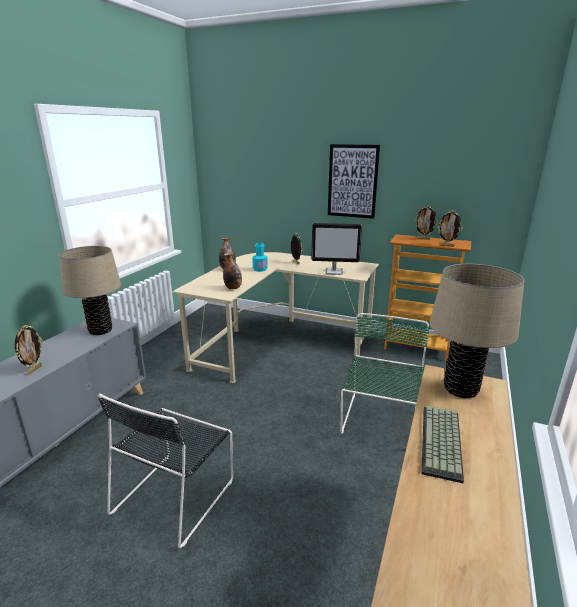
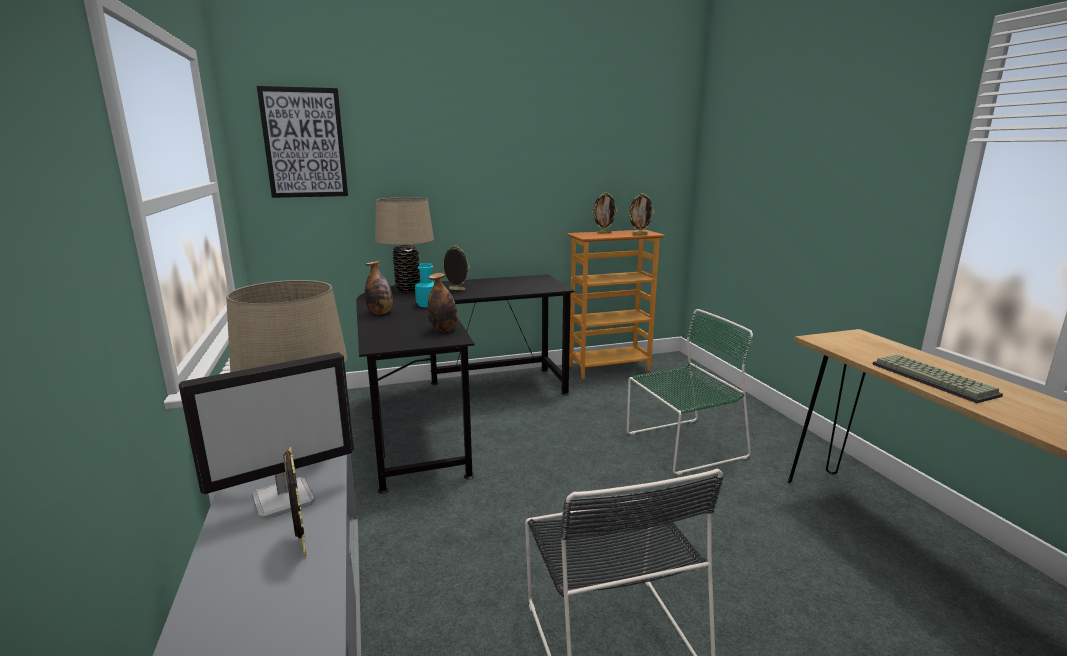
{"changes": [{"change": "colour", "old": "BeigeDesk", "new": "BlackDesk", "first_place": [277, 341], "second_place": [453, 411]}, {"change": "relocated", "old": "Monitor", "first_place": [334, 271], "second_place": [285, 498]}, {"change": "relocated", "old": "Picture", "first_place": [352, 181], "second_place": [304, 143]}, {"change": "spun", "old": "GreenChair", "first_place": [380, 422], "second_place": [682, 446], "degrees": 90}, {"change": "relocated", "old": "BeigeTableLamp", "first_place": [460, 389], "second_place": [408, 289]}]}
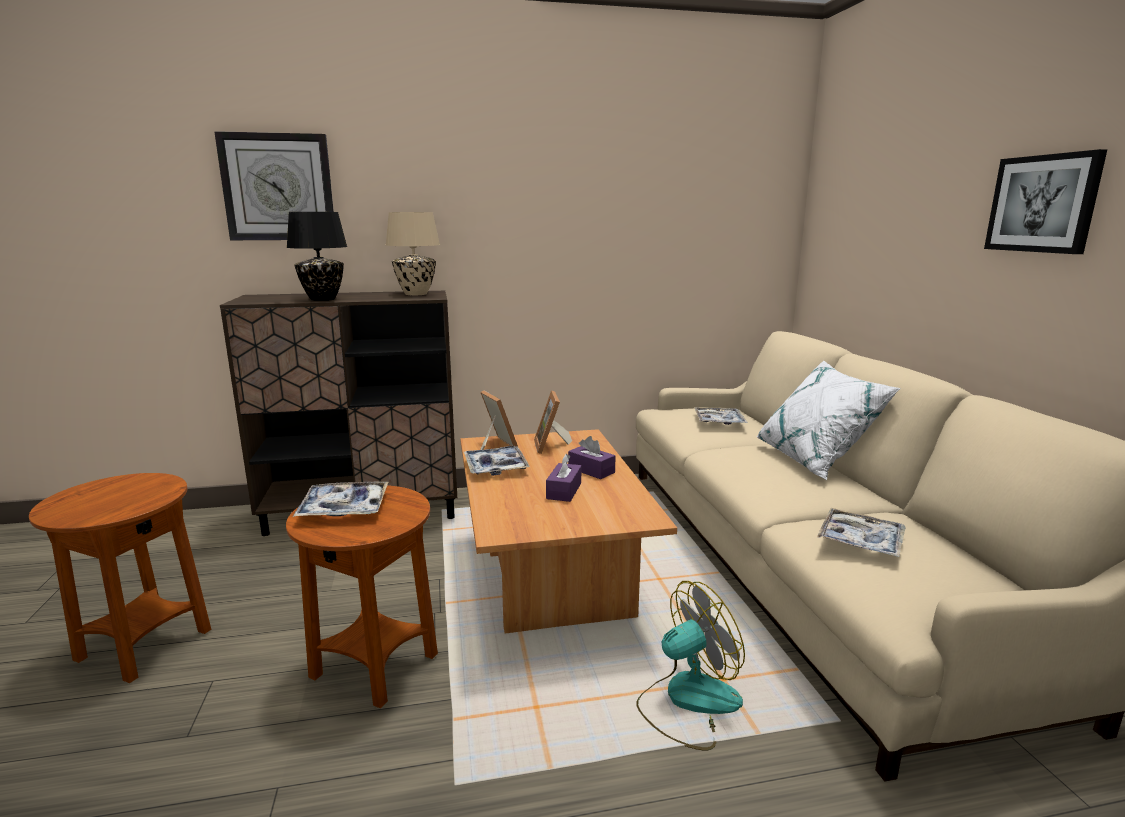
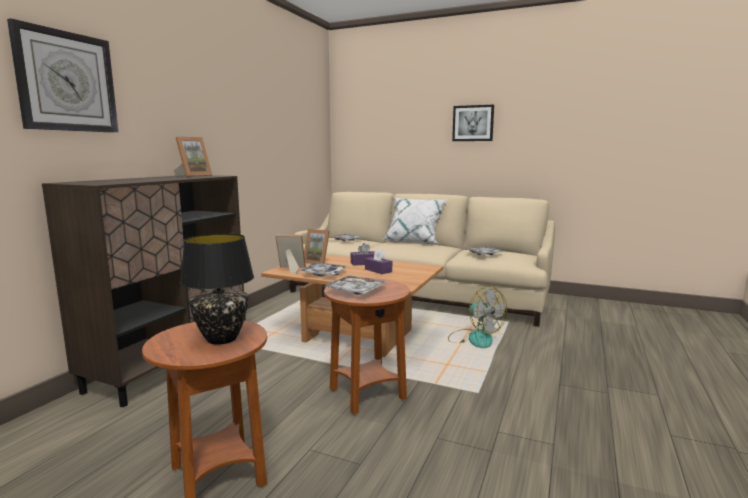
{"changes": [{"change": "relocated", "old": "BlackTableLamp", "first_place": [323, 299], "second_place": [222, 338]}, {"change": "exchanged", "old": "BeigeTableLamp", "new": "PictureFrame", "first_place": [416, 294], "second_place": [193, 175]}, {"change": "spun", "old": "Fan", "first_place": [687, 701], "second_place": [474, 338], "degrees": 135}]}
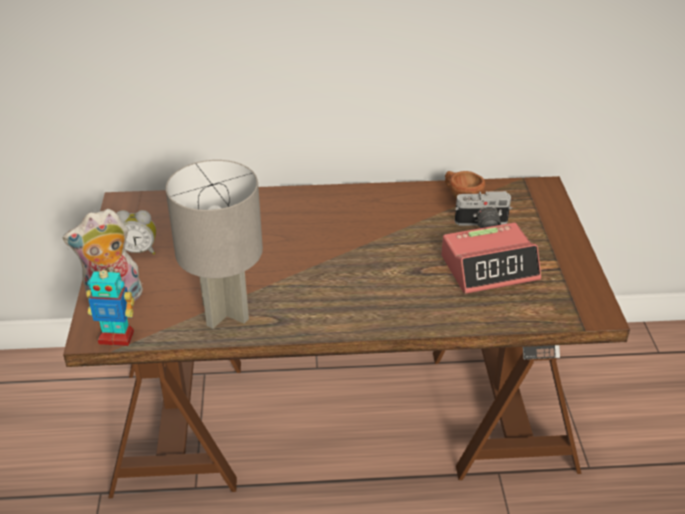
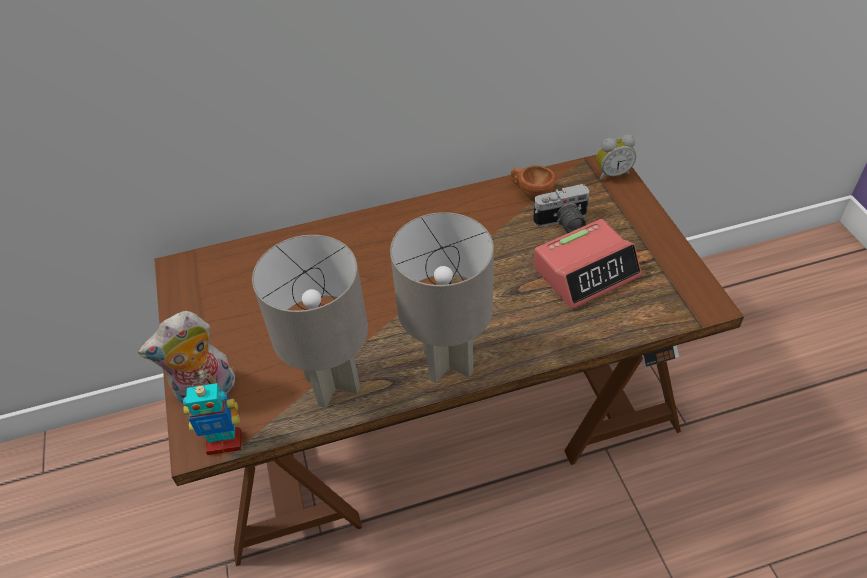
{"changes": [{"change": "relocated", "old": "AlarmClock", "first_place": [139, 250], "second_place": [612, 174]}, {"change": "appeared", "new": "GreyTableLamp", "second_place": [448, 361]}]}
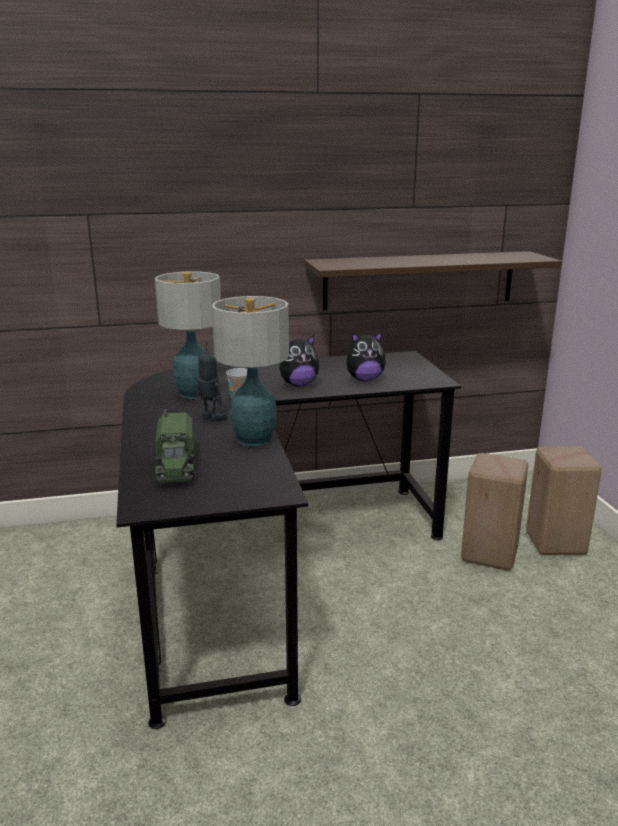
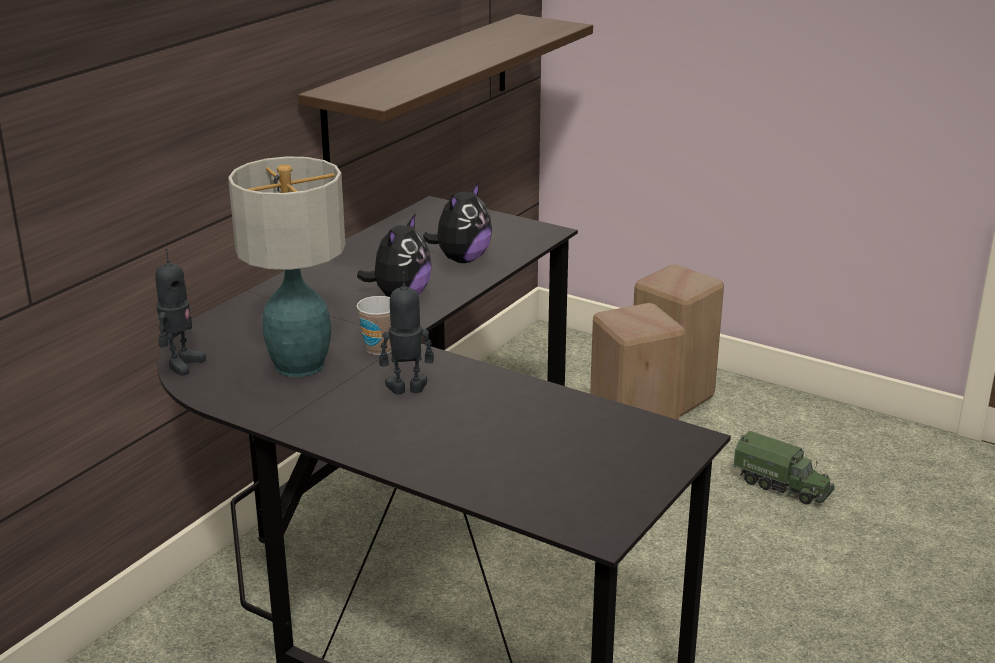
{"changes": [{"change": "relocated", "old": "ToyTruck", "first_place": [176, 467], "second_place": [782, 485]}, {"change": "missing", "old": "TableLamp", "first_place": [253, 439]}, {"change": "appeared", "new": "ToyRobot", "second_place": [182, 364]}]}
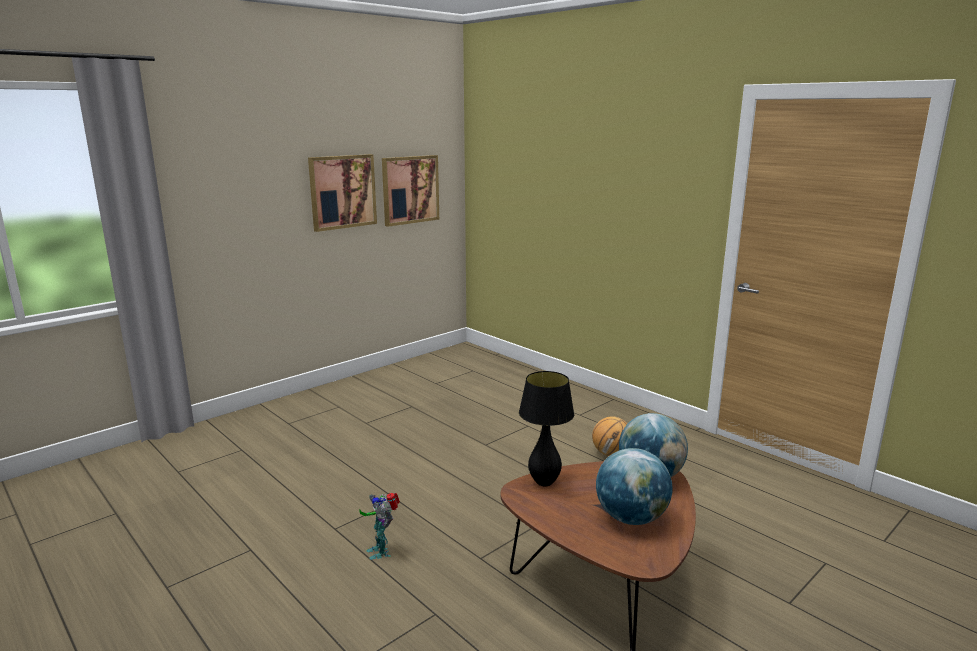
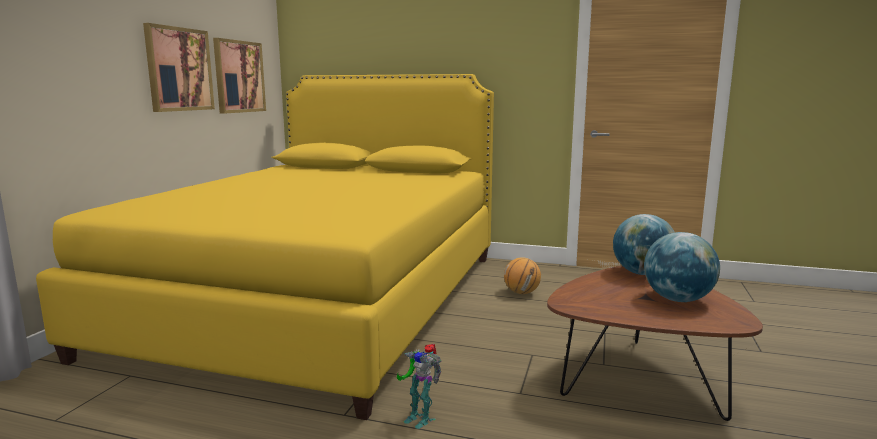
{"changes": [{"change": "missing", "old": "BlackTableLamp", "first_place": [544, 482]}, {"change": "appeared", "new": "YellowBed", "second_place": [322, 300]}]}
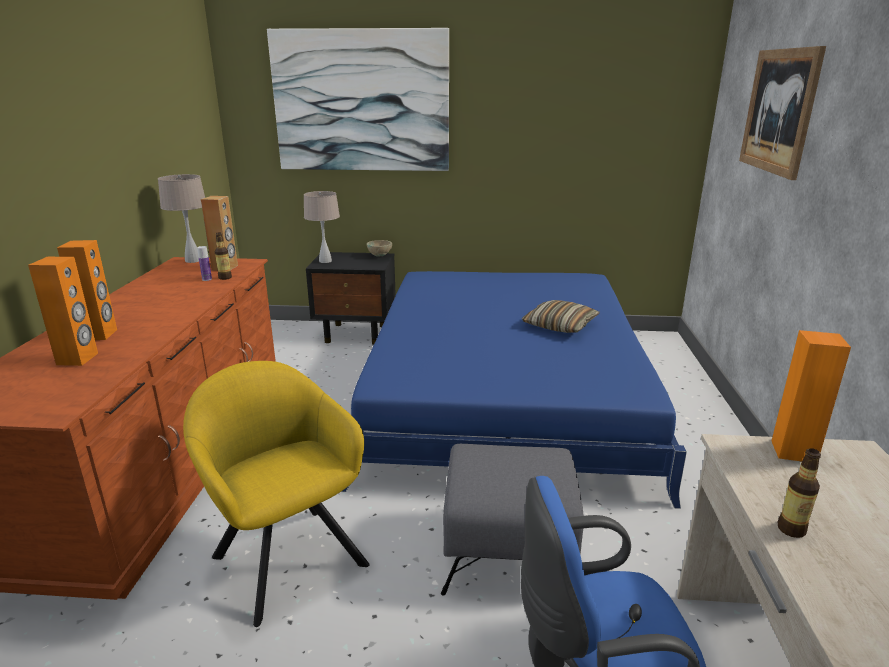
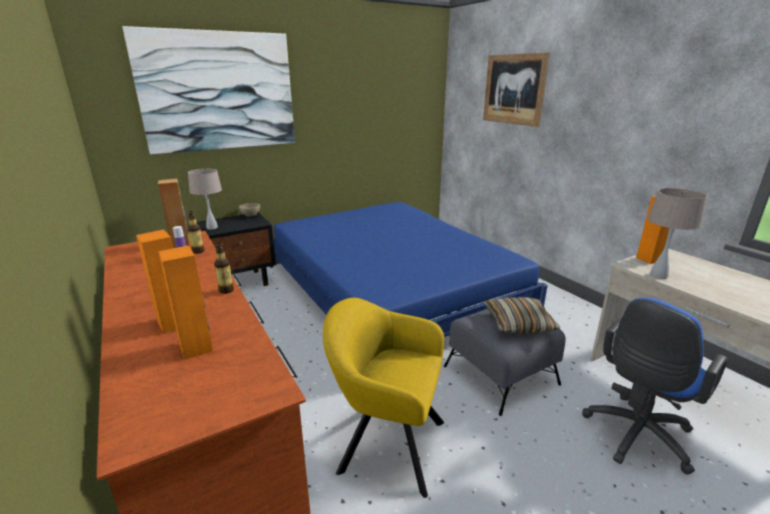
{"changes": [{"change": "relocated", "old": "BeigeTableLamp", "first_place": [193, 260], "second_place": [659, 275]}, {"change": "relocated", "old": "Pillow", "first_place": [560, 325], "second_place": [518, 323]}, {"change": "relocated", "old": "Bottle", "first_place": [791, 529], "second_place": [226, 290]}]}
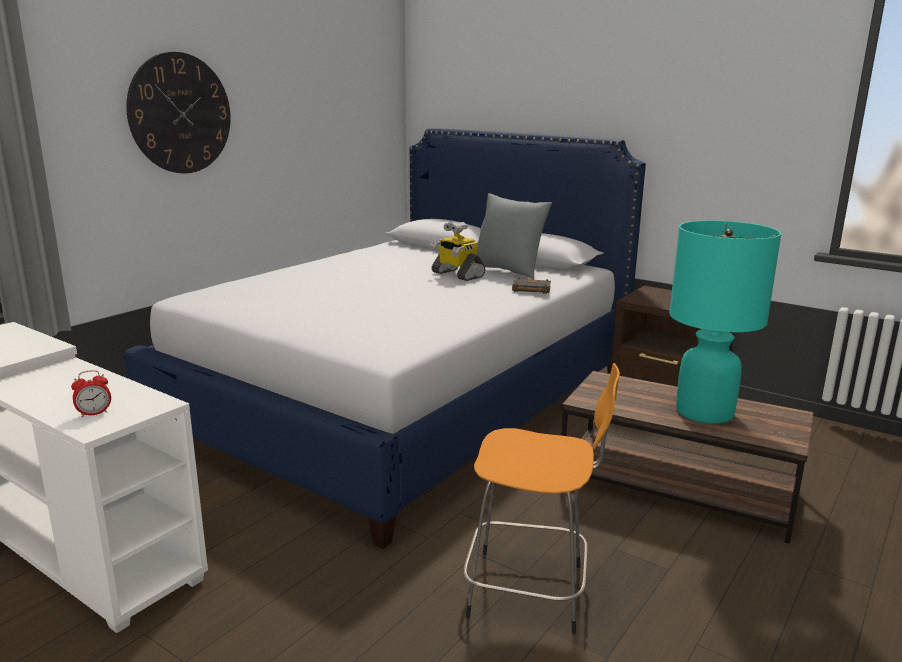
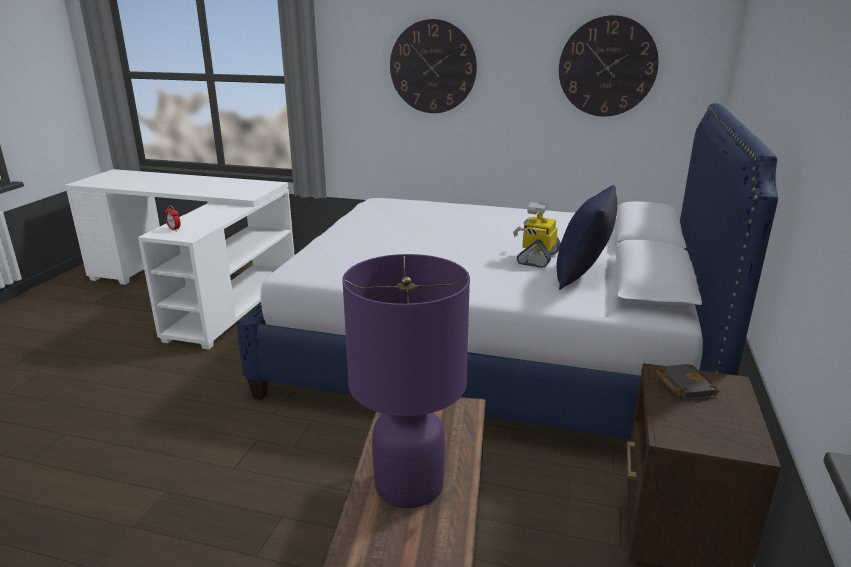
{"changes": [{"change": "missing", "old": "OrangeStool", "first_place": [531, 591]}, {"change": "colour", "old": "GreyPillow", "new": "BluePillow", "first_place": [508, 271], "second_place": [582, 276]}, {"change": "relocated", "old": "BlackBook", "first_place": [530, 290], "second_place": [682, 385]}, {"change": "colour", "old": "TurquoiseTableLamp", "new": "PurpleTableLamp", "first_place": [704, 412], "second_place": [409, 485]}, {"change": "appeared", "new": "WallClock", "second_place": [607, 67]}]}
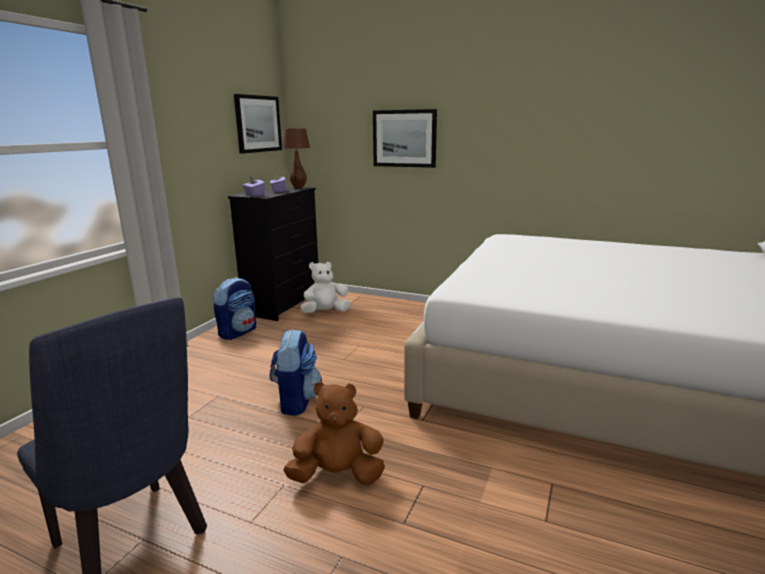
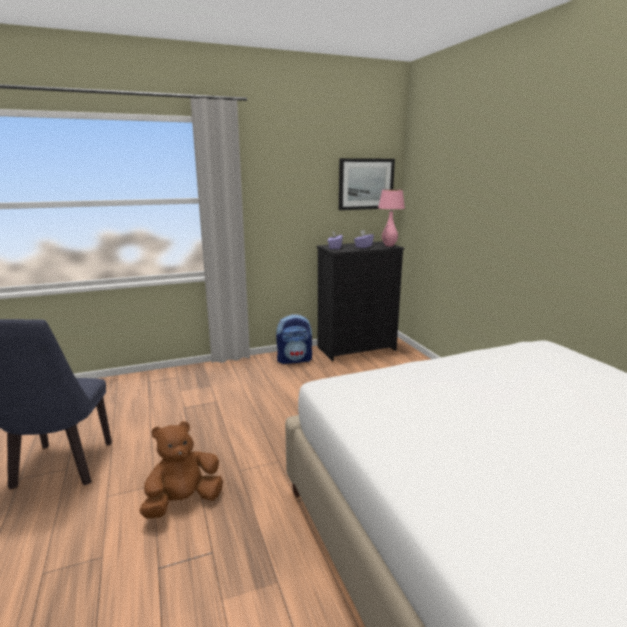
{"changes": [{"change": "missing", "old": "Backpack", "first_place": [296, 401]}, {"change": "colour", "old": "BrownTableLamp", "new": "PinkTableLamp", "first_place": [298, 188], "second_place": [389, 245]}, {"change": "spun", "old": "BrownPlushToy", "first_place": [338, 475], "second_place": [183, 501], "degrees": -75}, {"change": "missing", "old": "WhitePlushToy", "first_place": [325, 312]}, {"change": "missing", "old": "Picture", "first_place": [404, 138]}]}
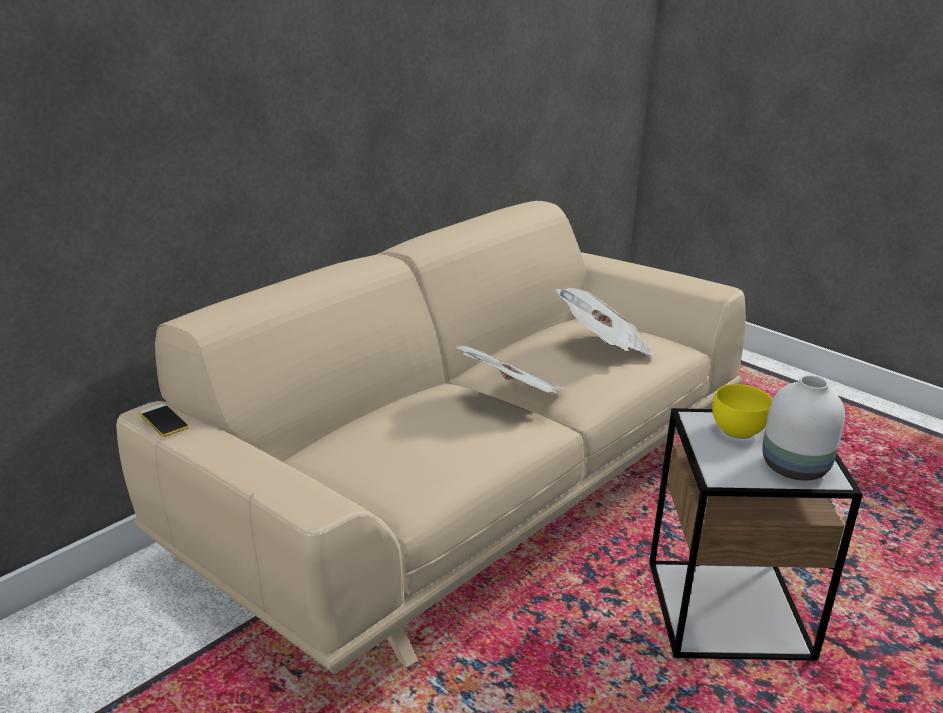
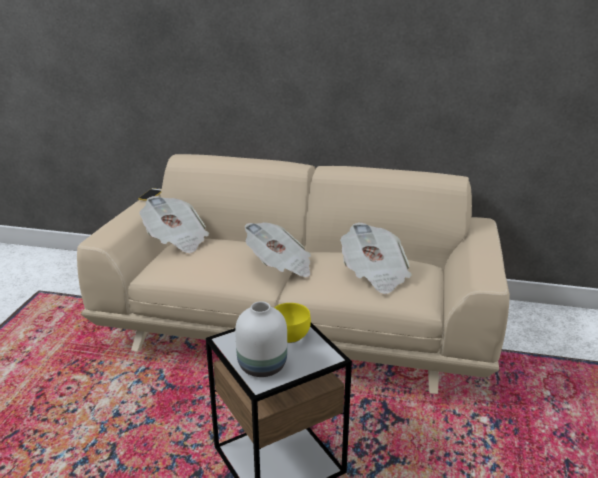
{"changes": [{"change": "appeared", "new": "Newspaper", "second_place": [176, 240]}]}
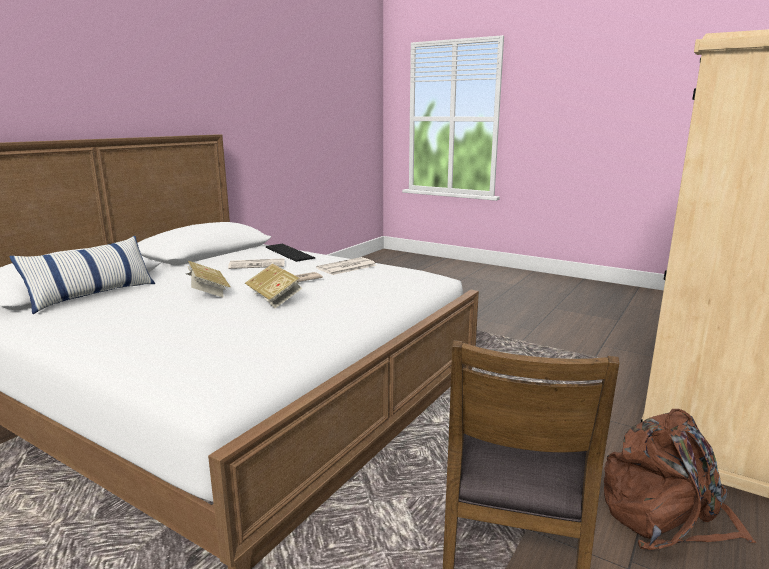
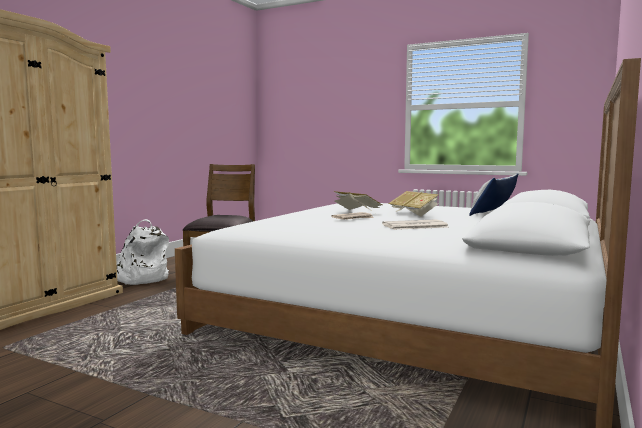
{"changes": [{"change": "missing", "old": "Keyboard", "first_place": [288, 253]}, {"change": "missing", "old": "Newspaper", "first_place": [346, 267]}, {"change": "colour", "old": "BrownBackpack", "new": "WhiteBackpack", "first_place": [665, 516], "second_place": [141, 279]}]}
